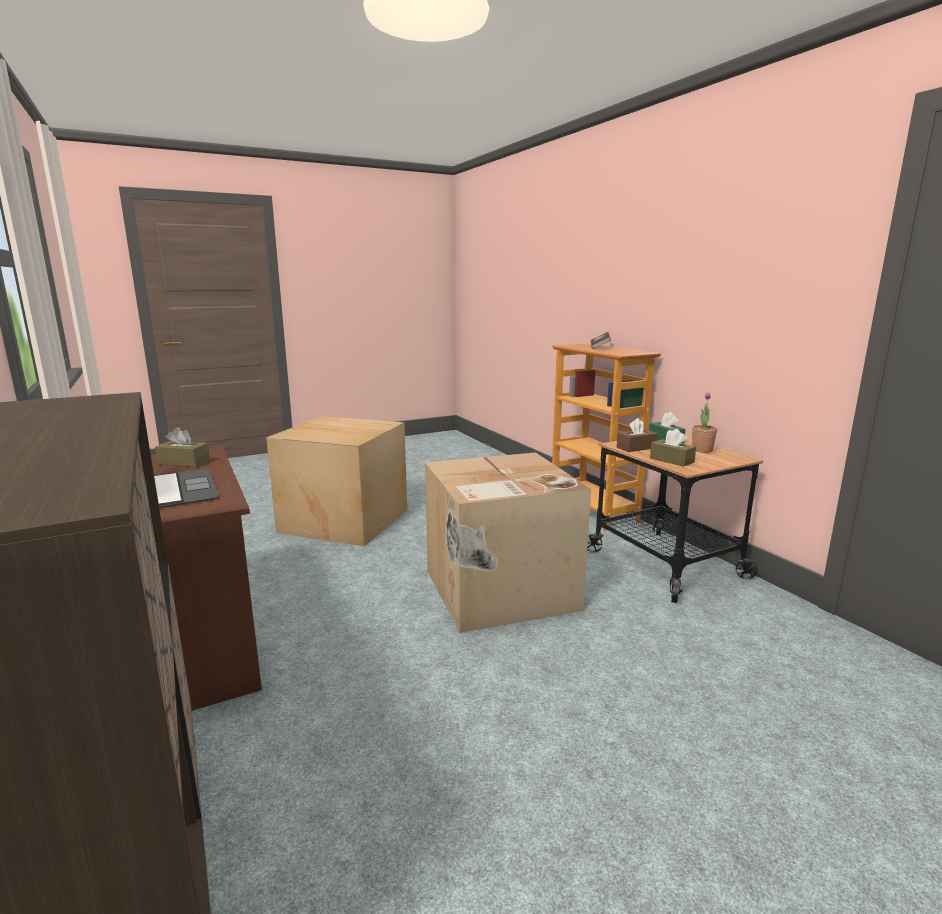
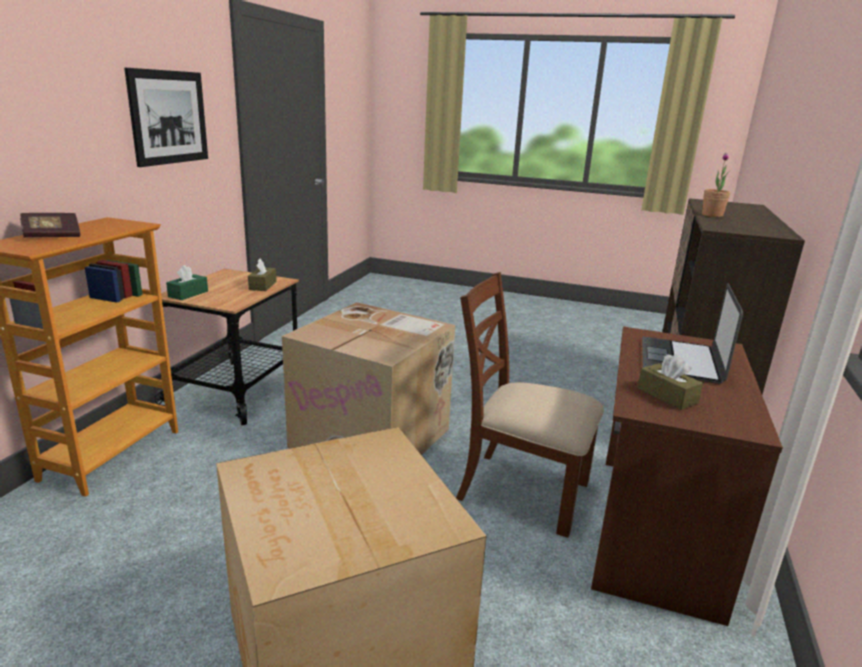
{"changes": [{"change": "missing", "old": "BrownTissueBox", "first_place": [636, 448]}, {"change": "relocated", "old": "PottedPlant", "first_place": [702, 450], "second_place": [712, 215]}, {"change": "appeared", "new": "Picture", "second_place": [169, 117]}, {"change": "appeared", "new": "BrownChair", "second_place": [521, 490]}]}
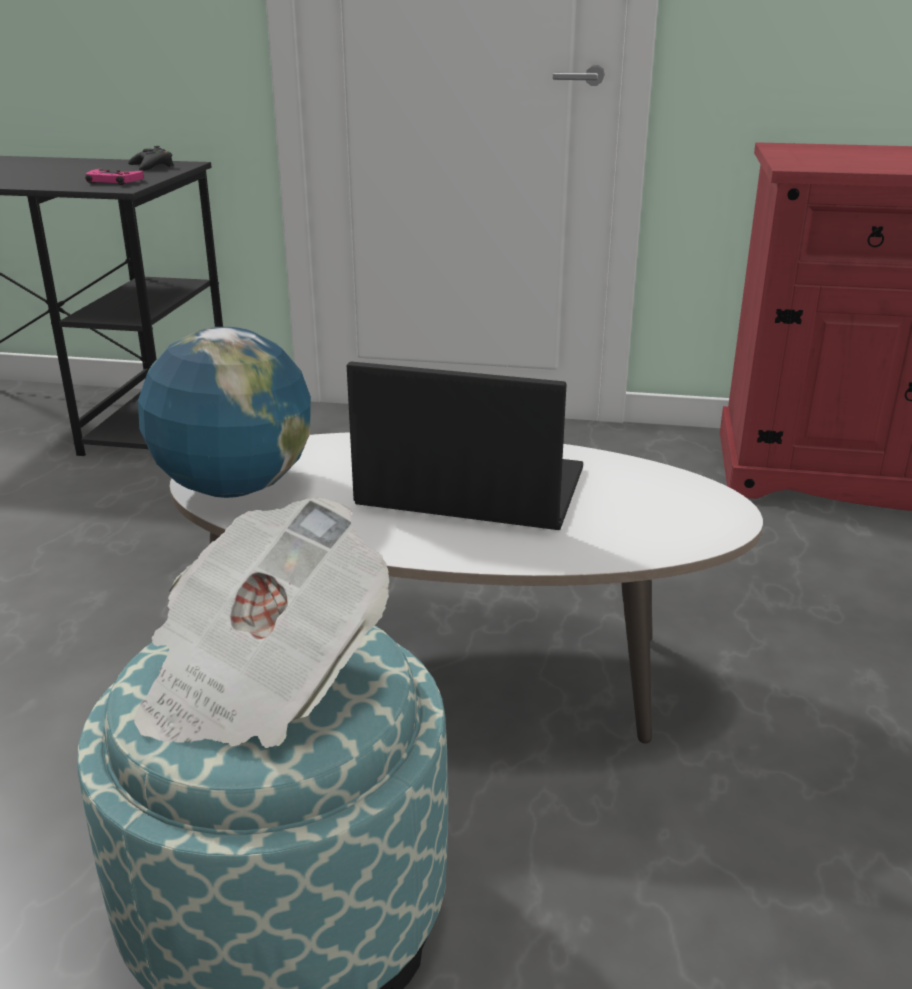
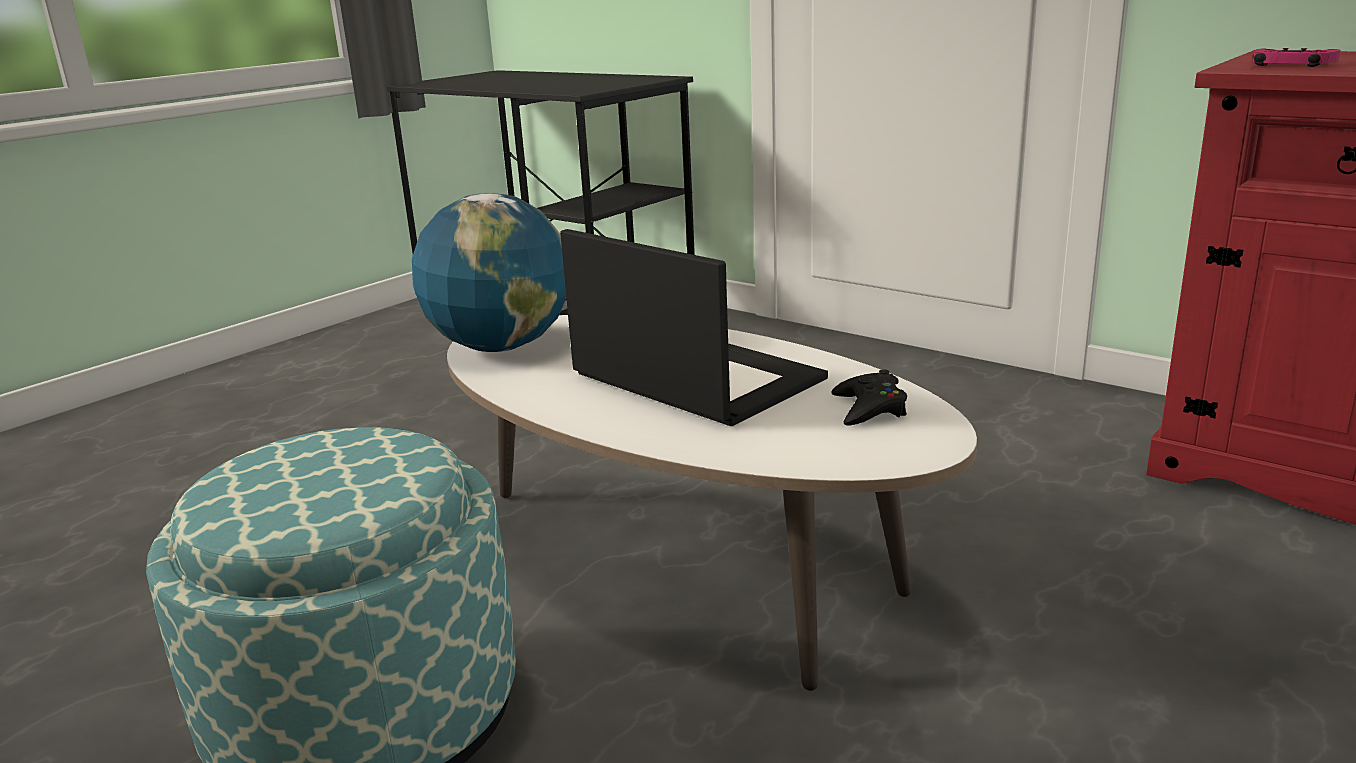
{"changes": [{"change": "relocated", "old": "PinkGameController", "first_place": [113, 182], "second_place": [1291, 64]}, {"change": "relocated", "old": "BlackGameController", "first_place": [152, 166], "second_place": [869, 408]}, {"change": "missing", "old": "Newspaper", "first_place": [261, 678]}]}
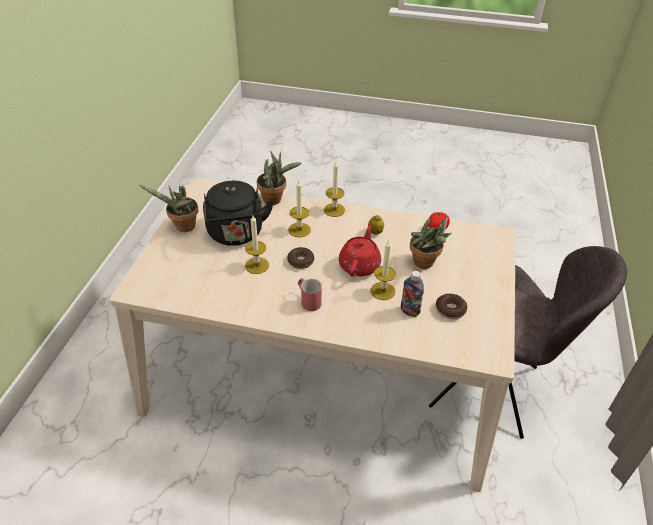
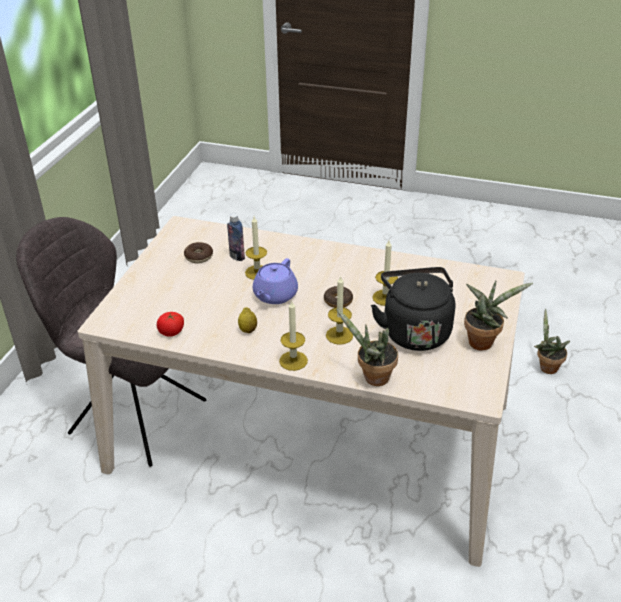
{"changes": [{"change": "missing", "old": "RedMug", "first_place": [308, 300]}, {"change": "colour", "old": "RedTeapot", "new": "PurpleTeapot", "first_place": [359, 265], "second_place": [274, 295]}, {"change": "relocated", "old": "PottedPlant", "first_place": [425, 264], "second_place": [546, 366]}]}
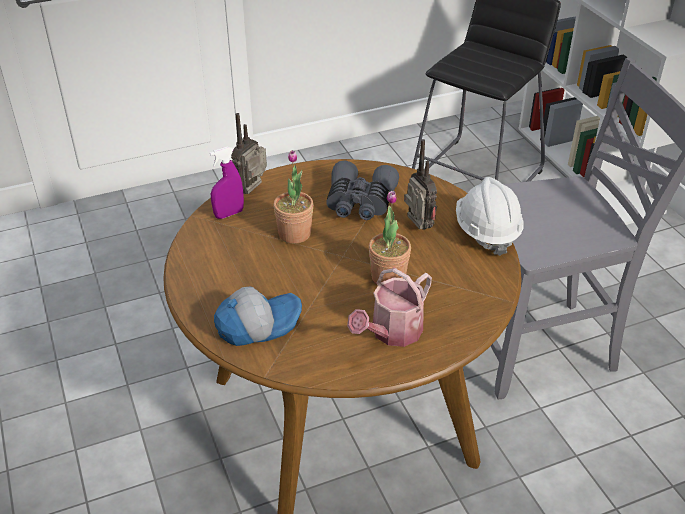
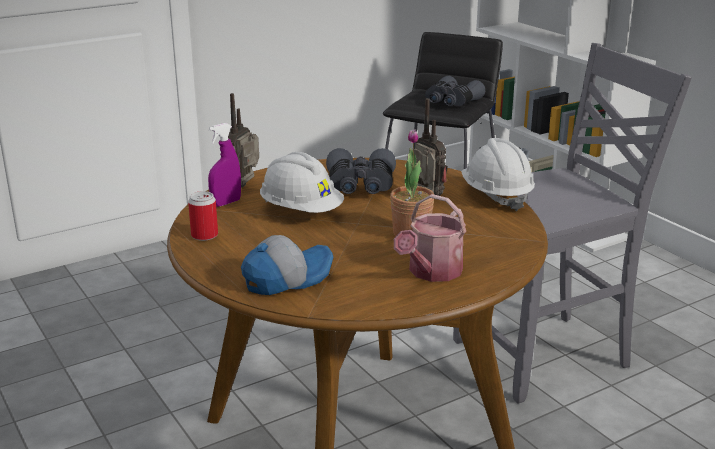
{"changes": [{"change": "exchanged", "old": "PottedPlant", "new": "WhiteHardHat", "first_place": [294, 234], "second_place": [301, 211]}, {"change": "appeared", "new": "Can", "second_place": [204, 235]}, {"change": "appeared", "new": "GreyBinoculars", "second_place": [451, 102]}]}
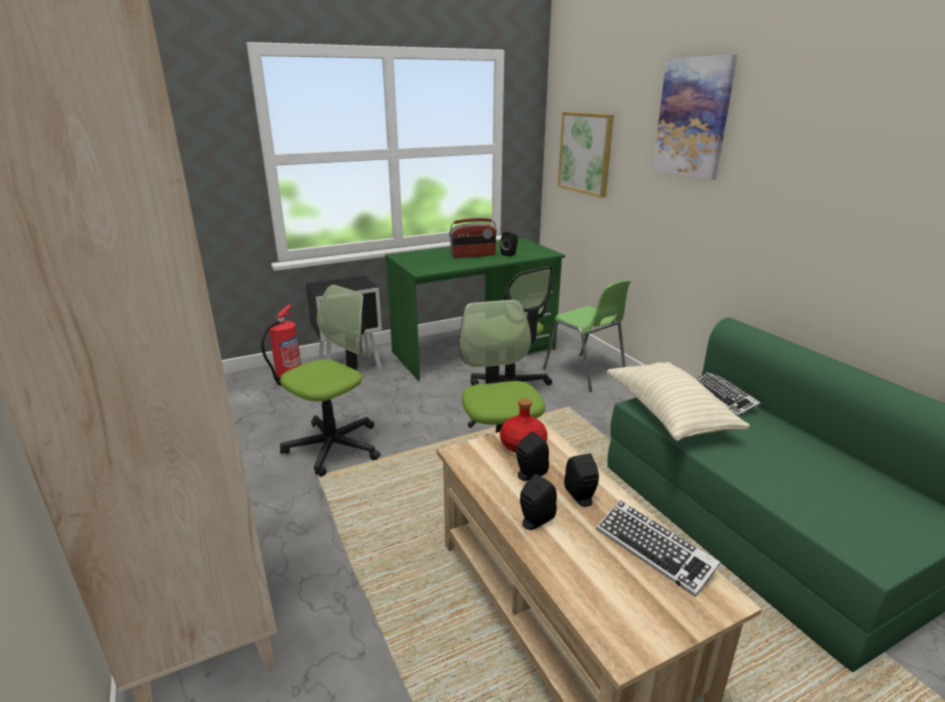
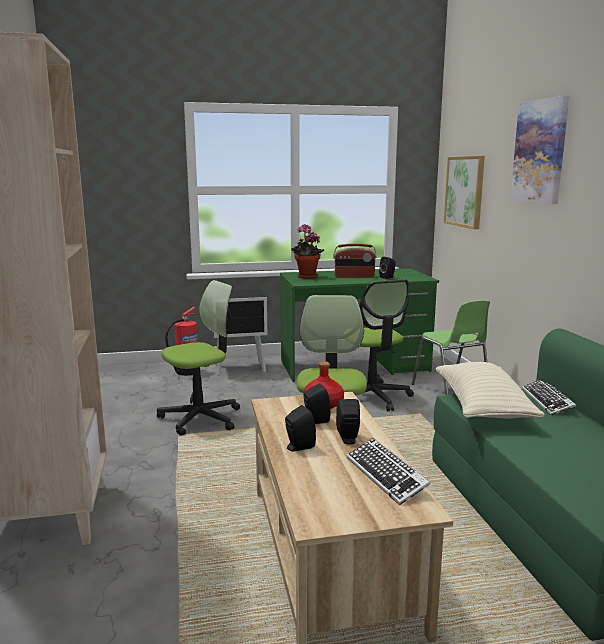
{"changes": [{"change": "appeared", "new": "PottedPlant", "second_place": [306, 277]}]}
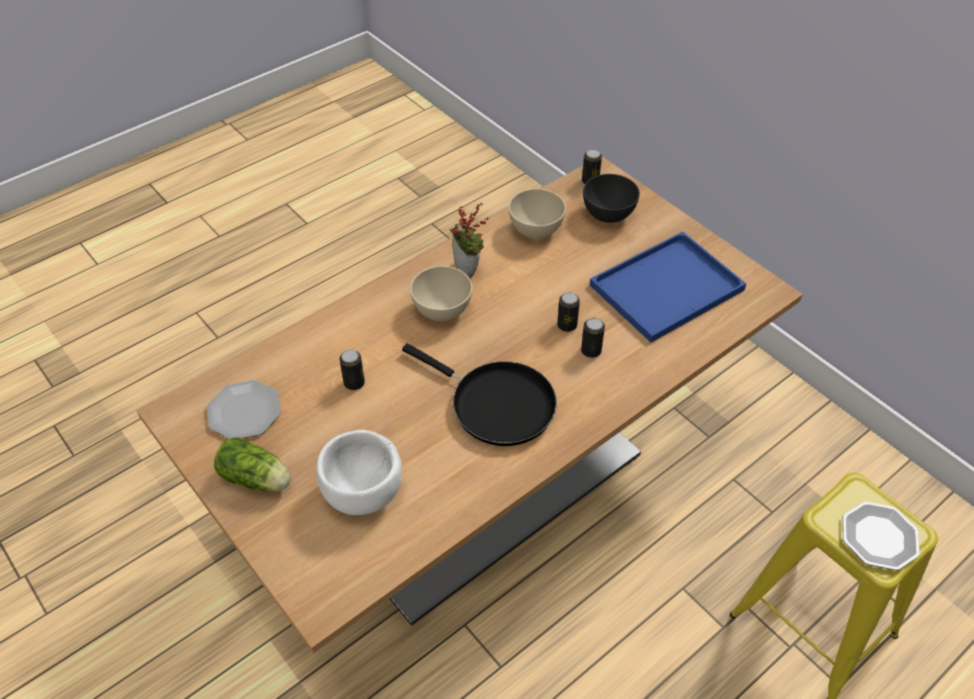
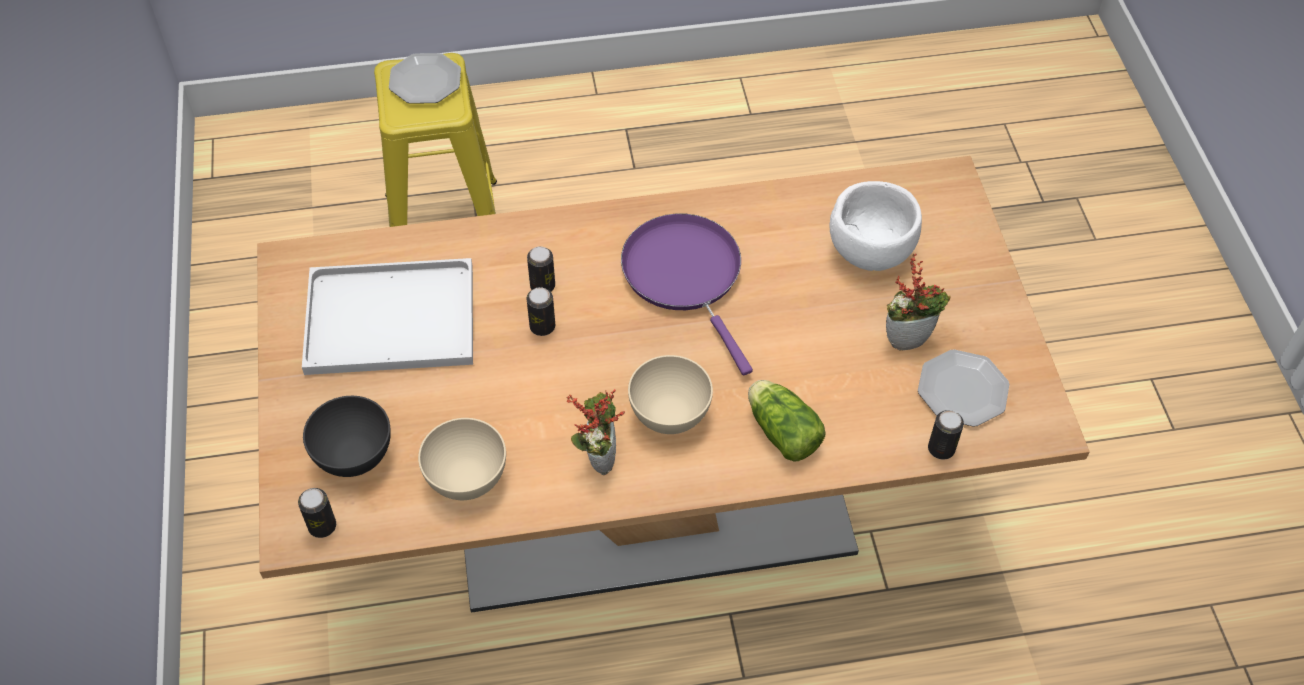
{"changes": [{"change": "relocated", "old": "Lettuce", "first_place": [257, 479], "second_place": [781, 430]}, {"change": "relocated", "old": "Can", "first_place": [354, 383], "second_place": [941, 449]}, {"change": "colour", "old": "BlackFryingPan", "new": "PurpleFryingPan", "first_place": [496, 404], "second_place": [685, 276]}, {"change": "colour", "old": "BlueTray", "new": "WhiteTray", "first_place": [667, 285], "second_place": [387, 320]}, {"change": "appeared", "new": "PottedPlant", "second_place": [908, 337]}]}
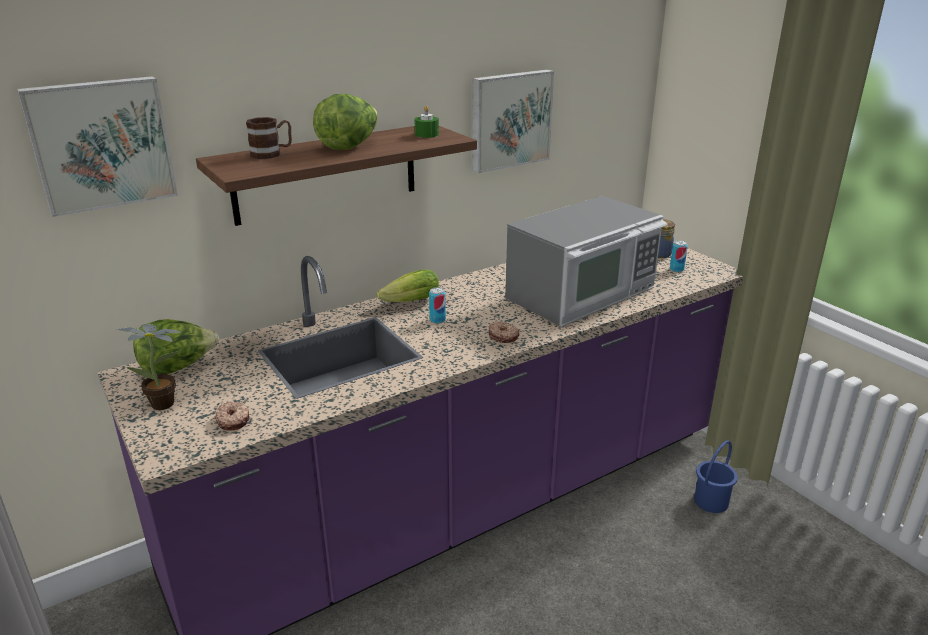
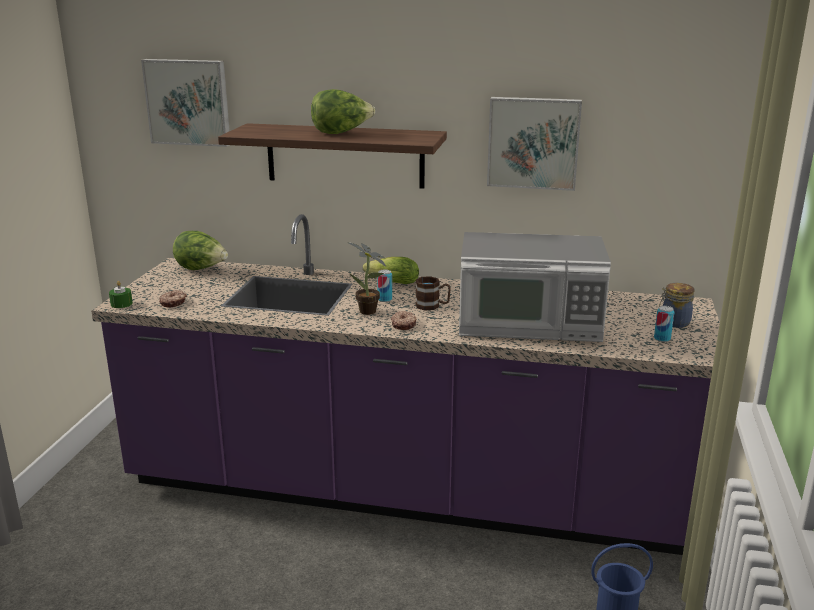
{"changes": [{"change": "relocated", "old": "PottedPlant", "first_place": [166, 404], "second_place": [369, 312]}, {"change": "relocated", "old": "BrownMug", "first_place": [272, 153], "second_place": [432, 306]}, {"change": "relocated", "old": "GreenCandle", "first_place": [426, 134], "second_place": [121, 304]}]}
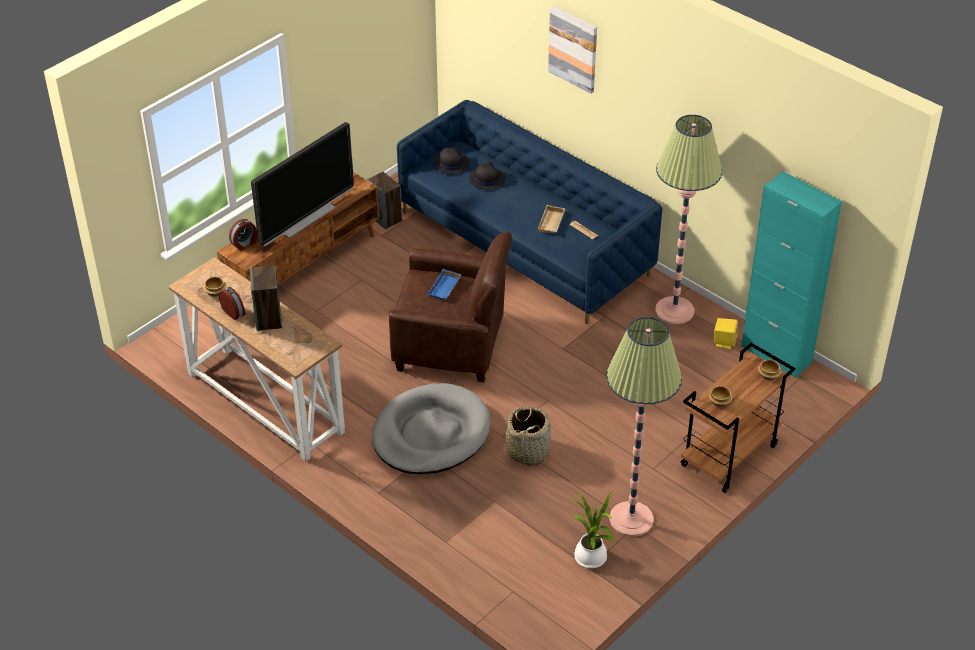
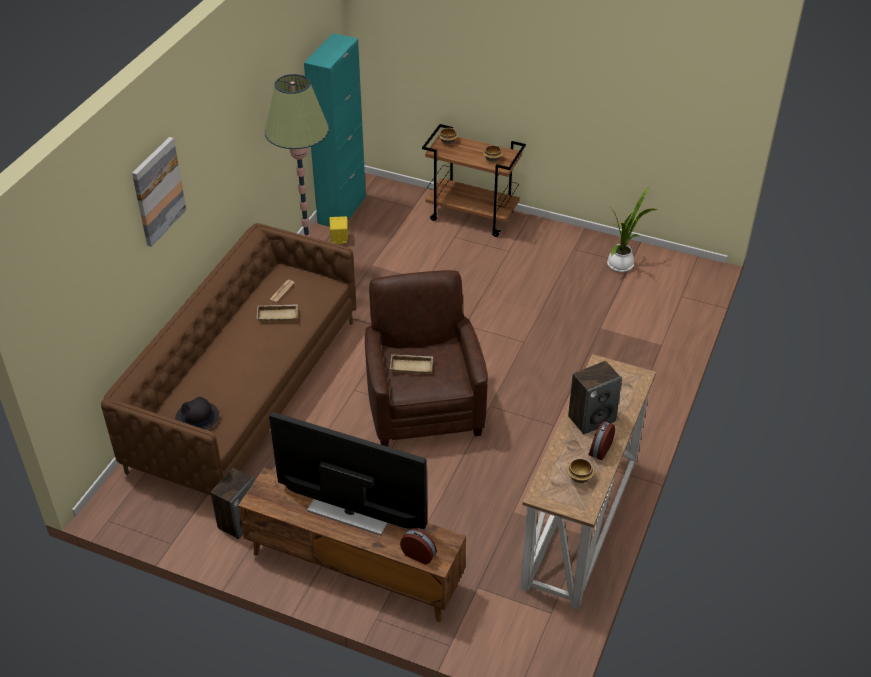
{"changes": [{"change": "missing", "old": "GreyDogBed", "first_place": [431, 434]}, {"change": "colour", "old": "BlueSofa", "new": "BrownSofa", "first_place": [525, 243], "second_place": [246, 392]}, {"change": "colour", "old": "BlueTray", "new": "BeigeTray", "first_place": [445, 288], "second_place": [412, 366]}, {"change": "missing", "old": "BlackHat", "first_place": [487, 179]}, {"change": "missing", "old": "Basket", "first_place": [528, 450]}, {"change": "missing", "old": "FloorLamp", "first_place": [631, 519]}]}
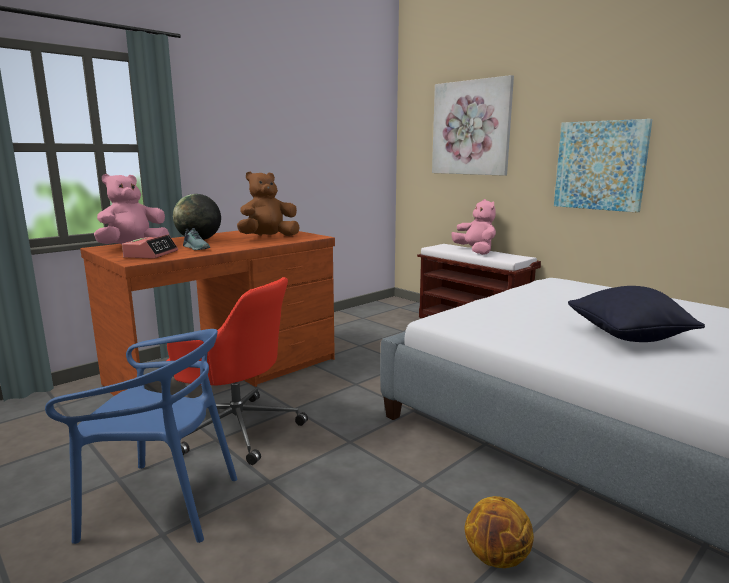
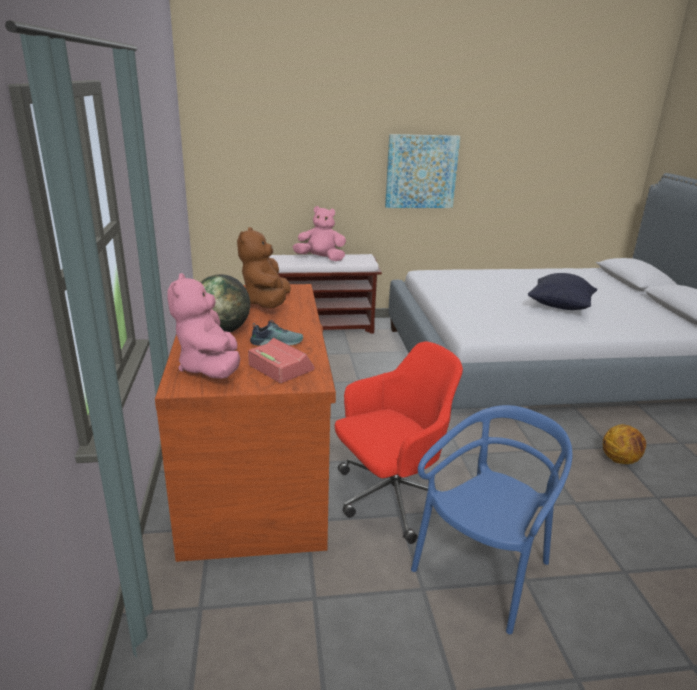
{"changes": [{"change": "missing", "old": "Picture", "first_place": [471, 128]}]}
